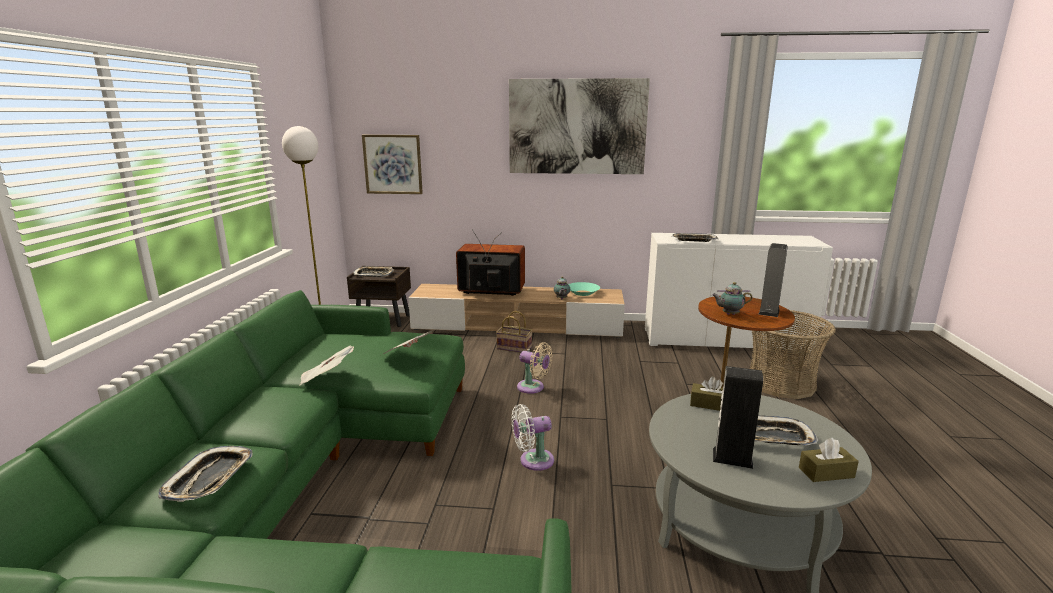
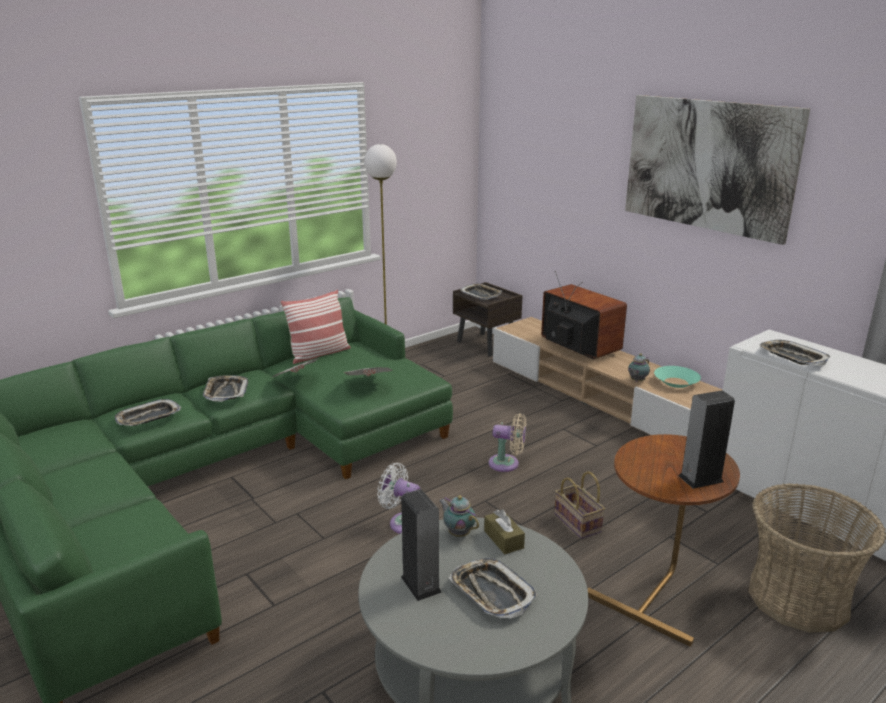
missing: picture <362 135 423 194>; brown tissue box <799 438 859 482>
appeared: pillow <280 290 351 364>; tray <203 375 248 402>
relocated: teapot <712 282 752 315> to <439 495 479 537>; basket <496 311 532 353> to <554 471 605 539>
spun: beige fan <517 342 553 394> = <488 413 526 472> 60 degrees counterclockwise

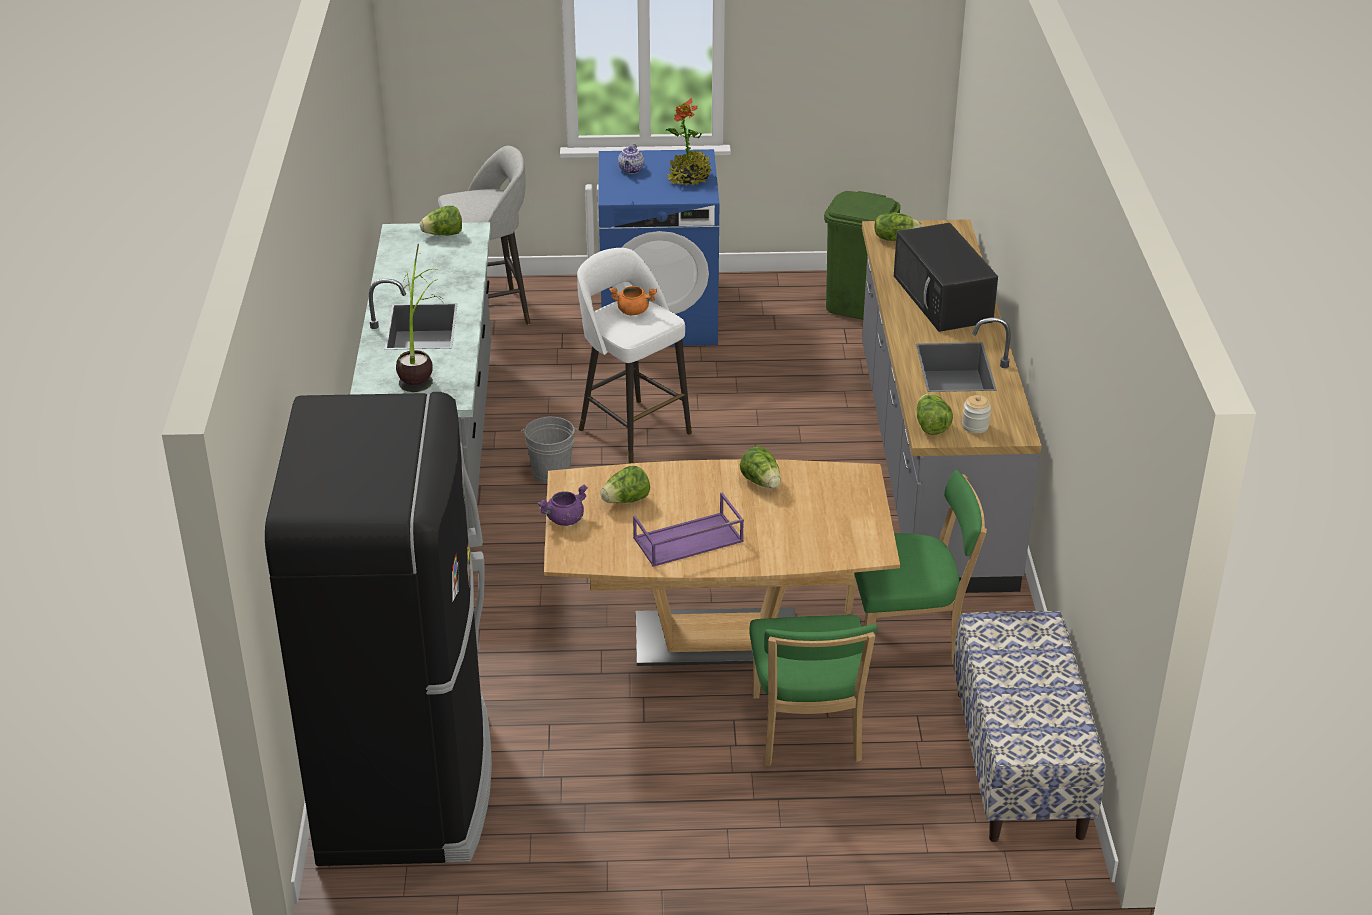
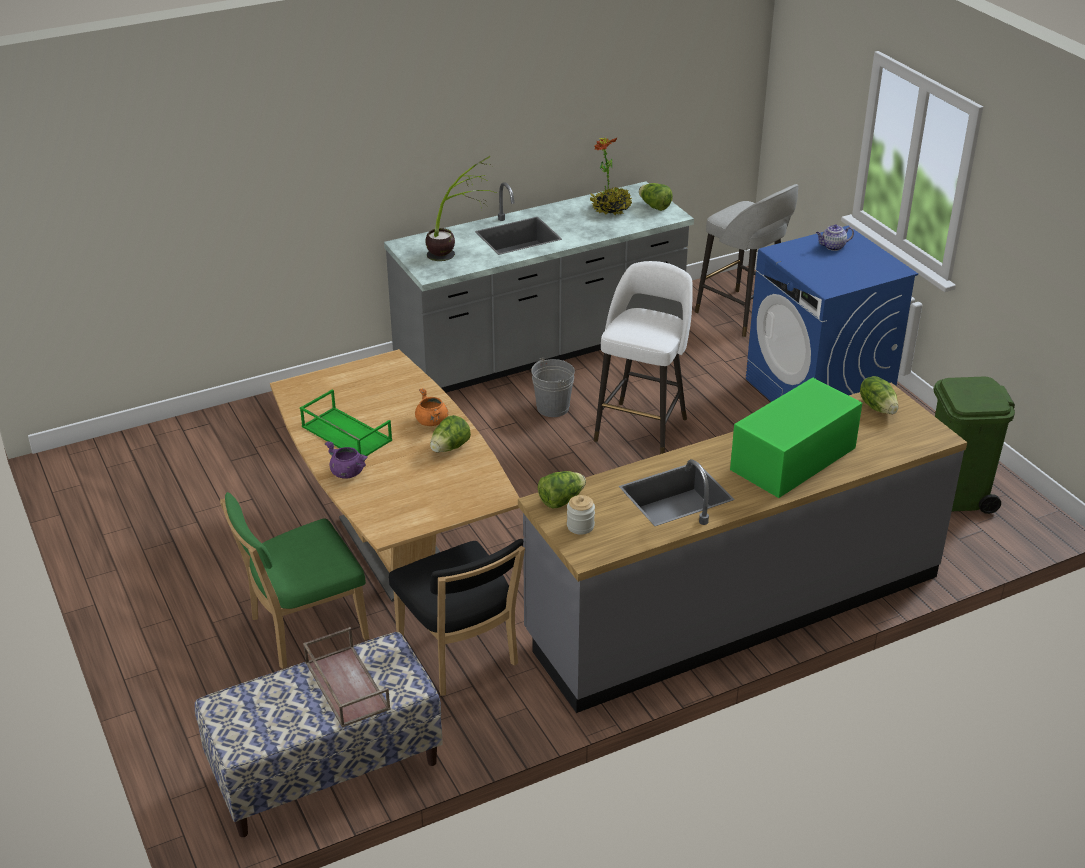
missing: black fridge <265 392 492 866>; lettuce <600 466 650 503>
appeared: brown tray <303 627 391 728>
relocated: potted plant <665 97 712 186> to <590 137 632 216>; orange cooking pot <609 286 657 315> to <415 388 448 426>; purple cooking pot <538 484 588 526> to <325 441 368 479>
colour: black microwave <894 223 998 332> to green microwave <730 378 862 498>; green chair <845 469 987 664> to black chair <389 539 525 696>; purple tray <633 492 744 567> to green tray <300 389 392 456>

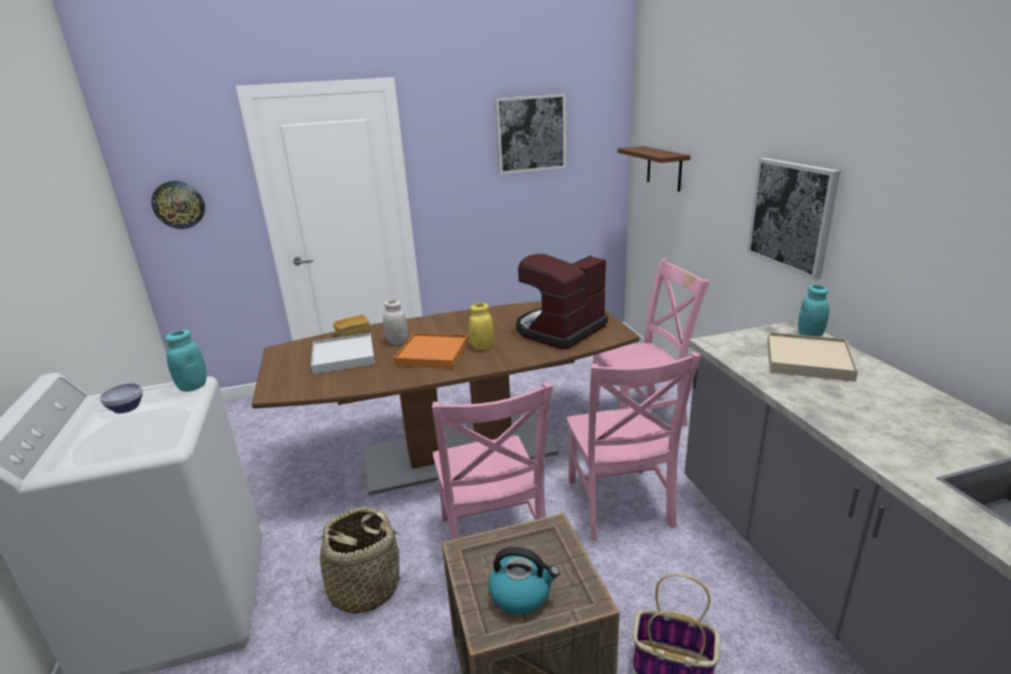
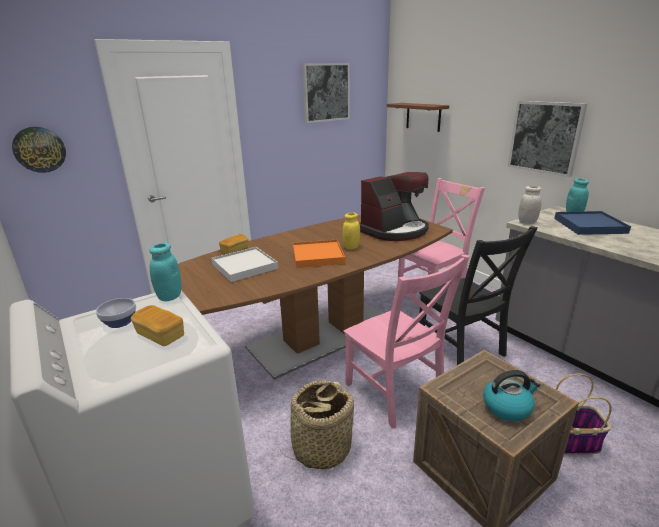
appeared: bread <131 305 184 346>
relocated: white jar <383 300 408 345> to <518 186 542 224>
colour: beige tray <767 332 858 382> to blue tray <554 211 631 235>; pink chair <566 352 701 540> to black chair <419 226 538 365>
spun: coffee machine <516 254 608 349> = <359 172 429 241> 150 degrees counterclockwise

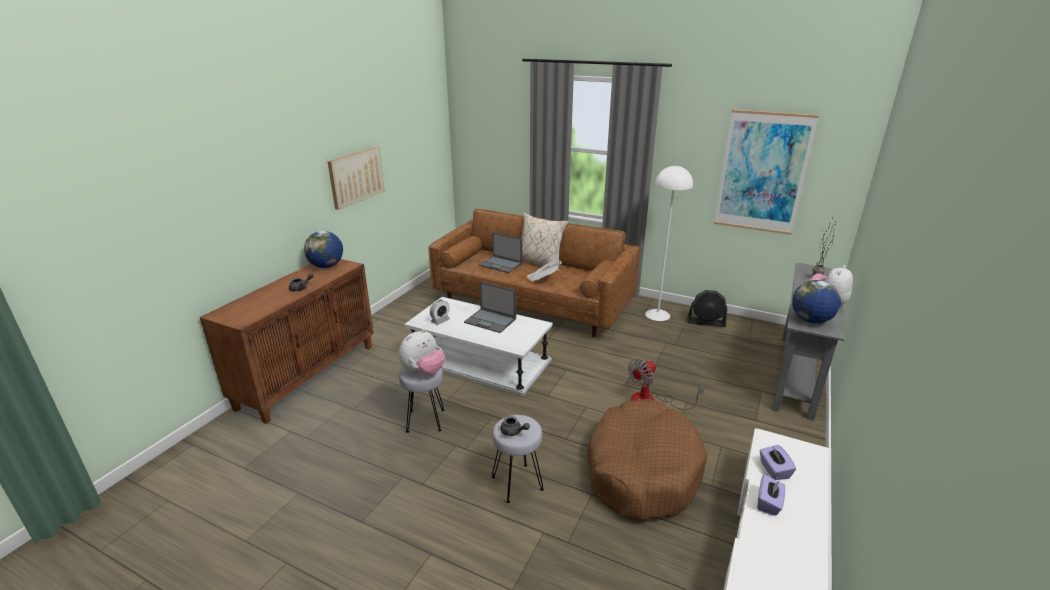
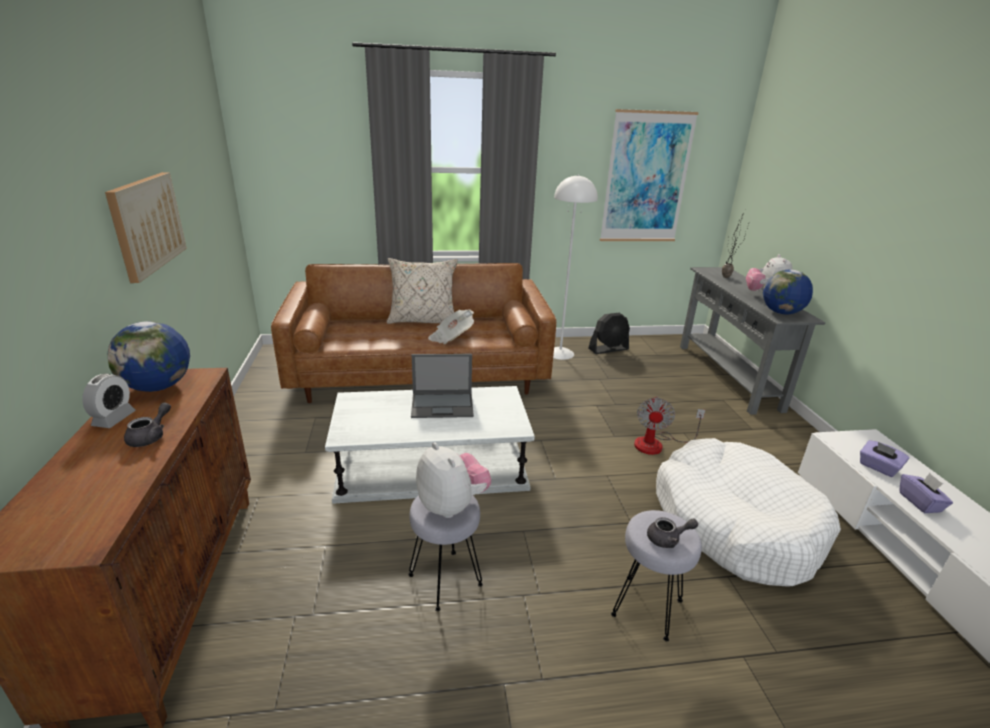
missing: laptop <479 232 522 273>
relocated: alarm clock <430 299 450 325> to <82 374 136 428>
colour: brown dog bed <587 399 707 521> to white dog bed <656 438 841 587>
spun: plush toy <399 329 445 375> = <416 442 491 518> 45 degrees counterclockwise

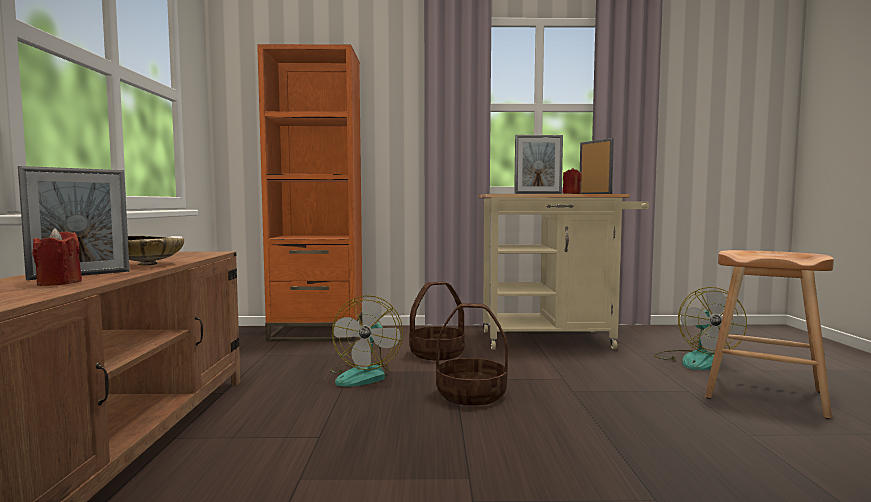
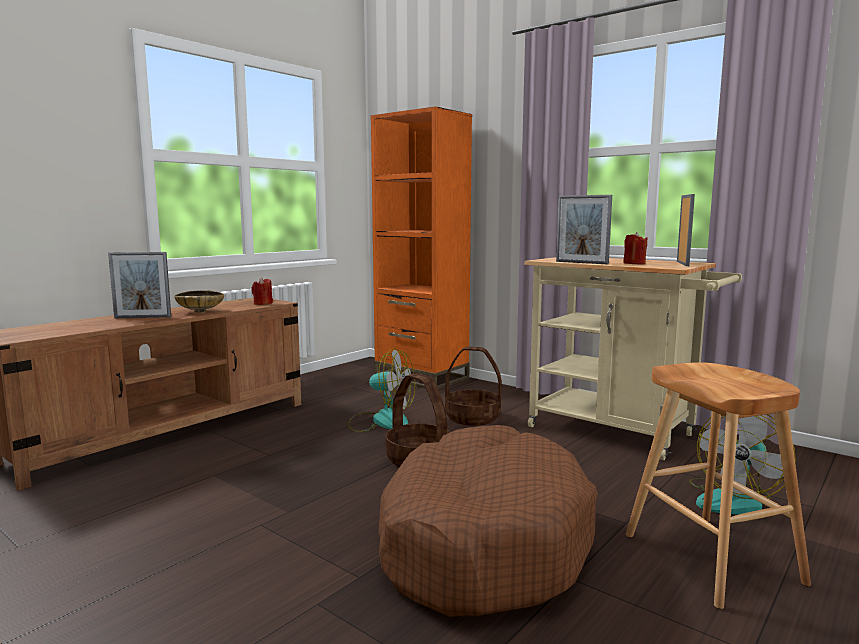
appeared: brown dog bed <378 425 598 617>
relocated: red candle <32 228 82 286> to <252 277 273 305>
spun: fan <330 295 403 387> = <348 348 415 432> 120 degrees counterclockwise

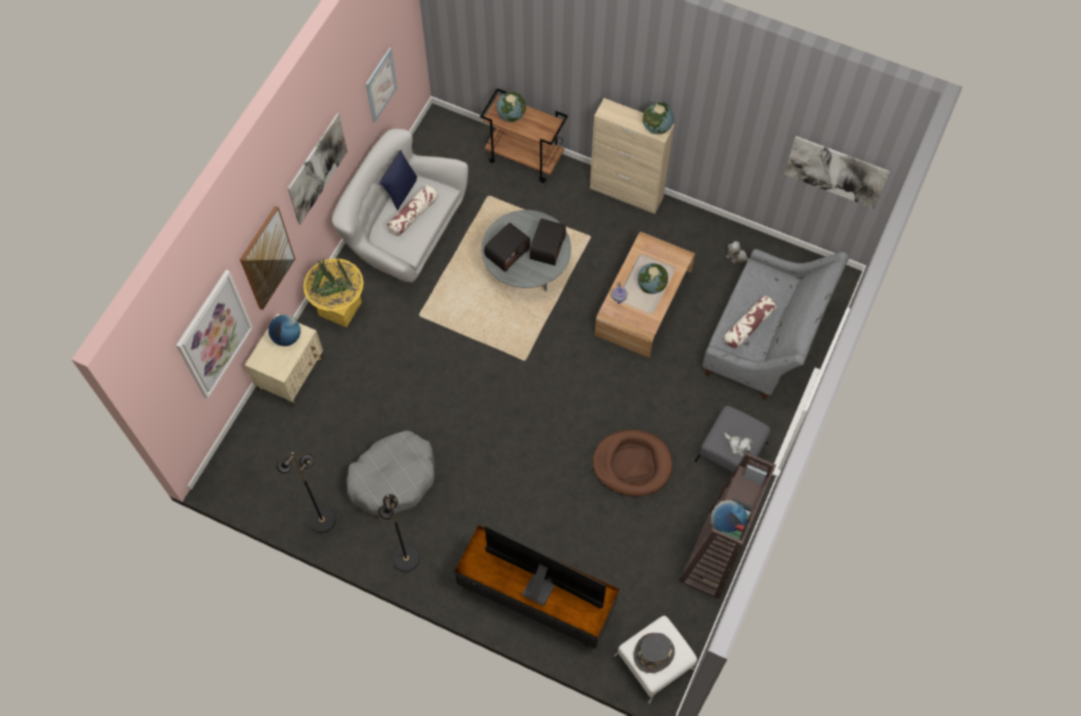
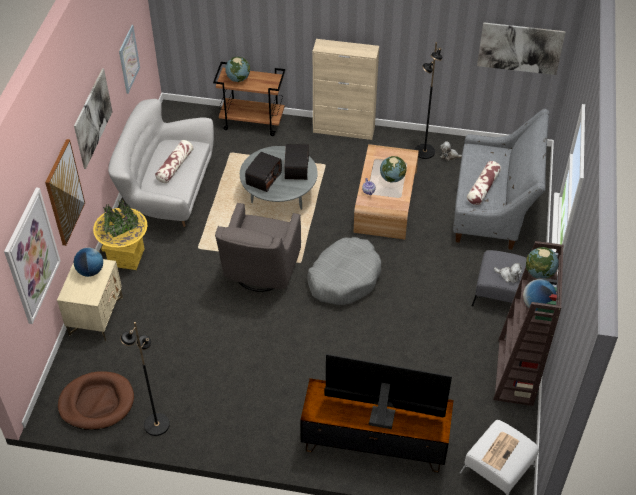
missing: blue pillow <380 150 417 210>
appeared: grey armchair <215 202 301 292>
relocated: globe <643 103 674 134> to <526 247 559 279>; grey dog bed <346 430 435 516> to <307 237 381 305>; brown dog bed <593 430 673 496> to <58 371 134 430>; black floor lamp <377 494 420 572> to <415 42 442 159>
exchanged: grey hat <634 633 675 673> to newspaper <482 432 519 470>

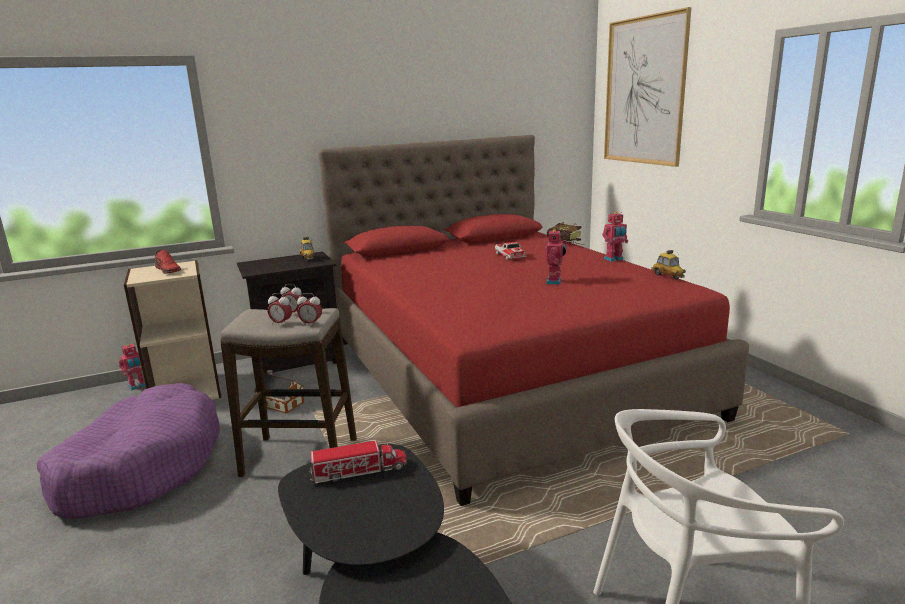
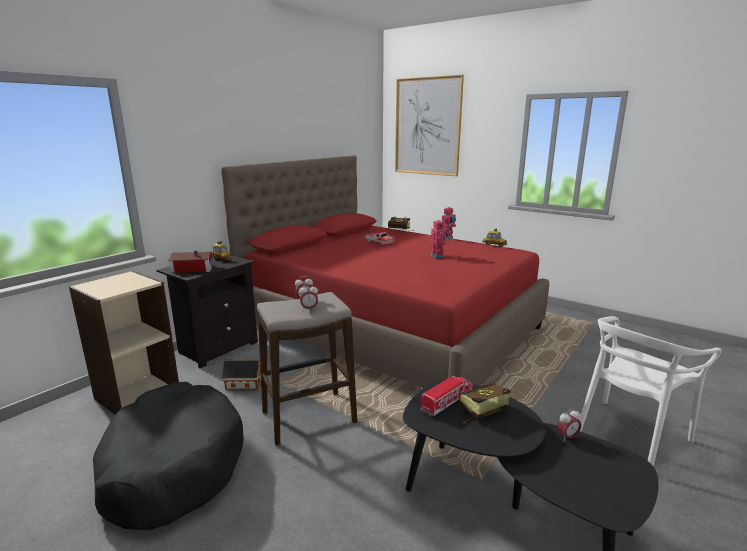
missing: red shoe <155 250 182 274>; toy robot <118 343 146 390>
appeared: toy house <168 251 215 273>; book <459 383 510 423>
relocated: alarm clock <297 293 322 326> to <557 409 581 442>
colour: purple dog bed <36 383 220 519> to black dog bed <93 382 244 530>

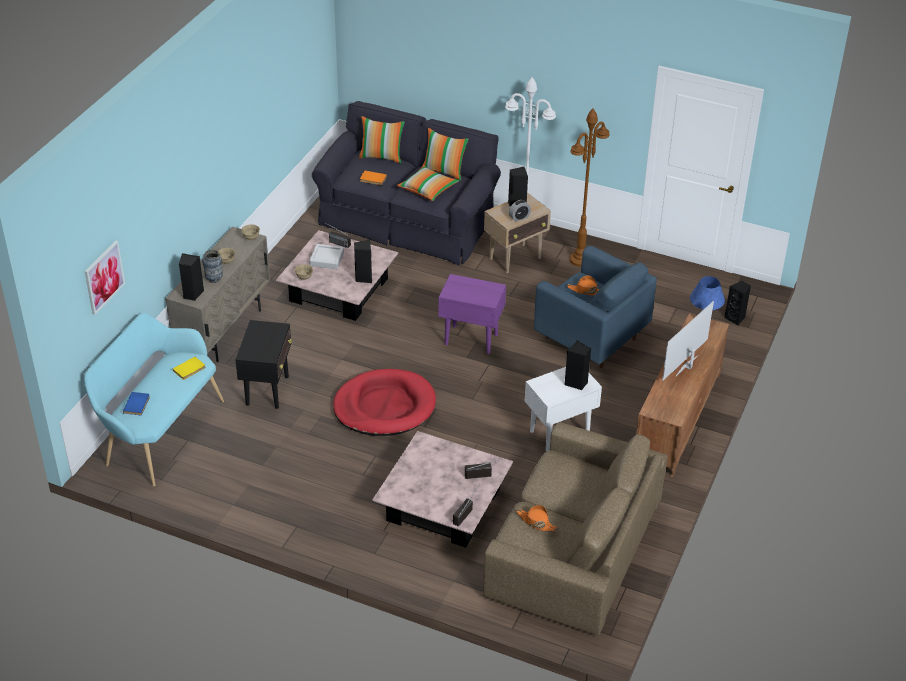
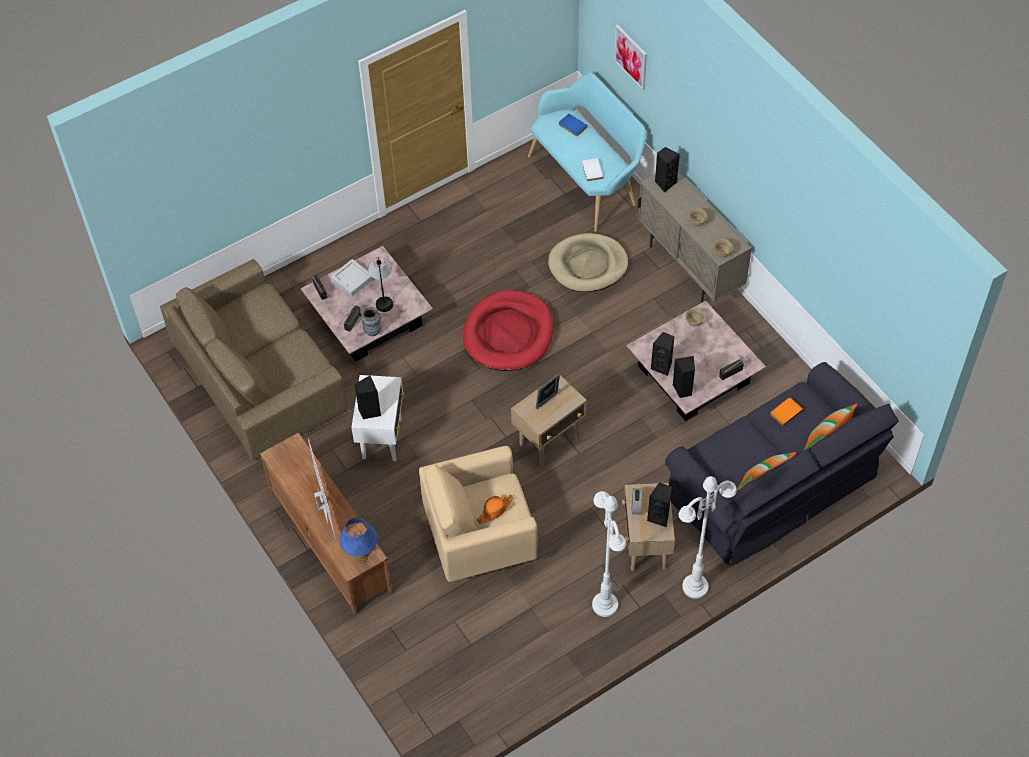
missing: pillow <397 165 459 201>; orange hat <516 505 558 531>
appeared: table lamp <368 257 393 312>; picture frame <536 373 560 409>
relocated: grey tray <309 244 344 269> to <331 259 373 297>; vase <202 250 223 283> to <361 307 381 336>; black speaker <724 281 751 325> to <672 356 695 398>
exchanged: black side table <235 320 292 409> to beige dog bed <548 233 628 292>
colour: brown floor lamp <570 109 610 267> to white floor lamp <592 491 626 617>; blue armchair <534 246 657 368> to beige armchair <419 446 537 582>; purple side table <438 274 506 354> to beige side table <511 375 587 466>; yellow book <172 357 206 380> to white book <582 158 603 181>

